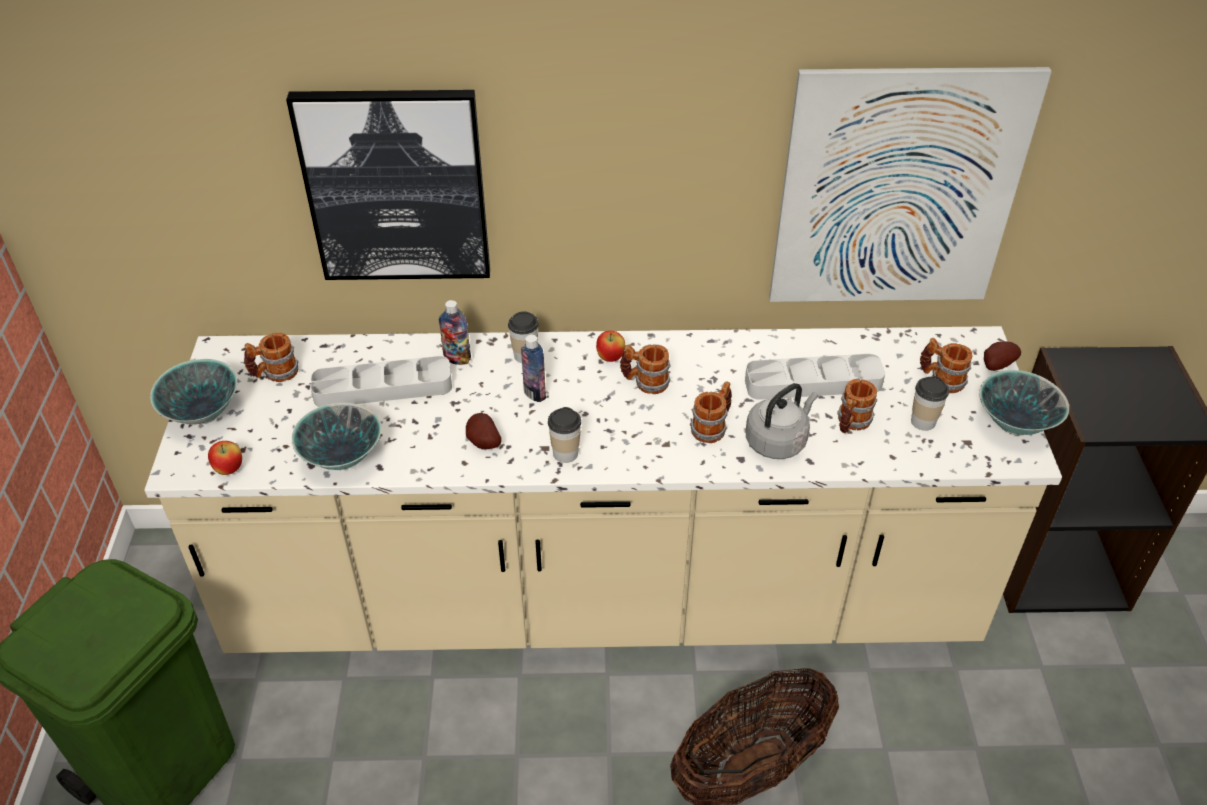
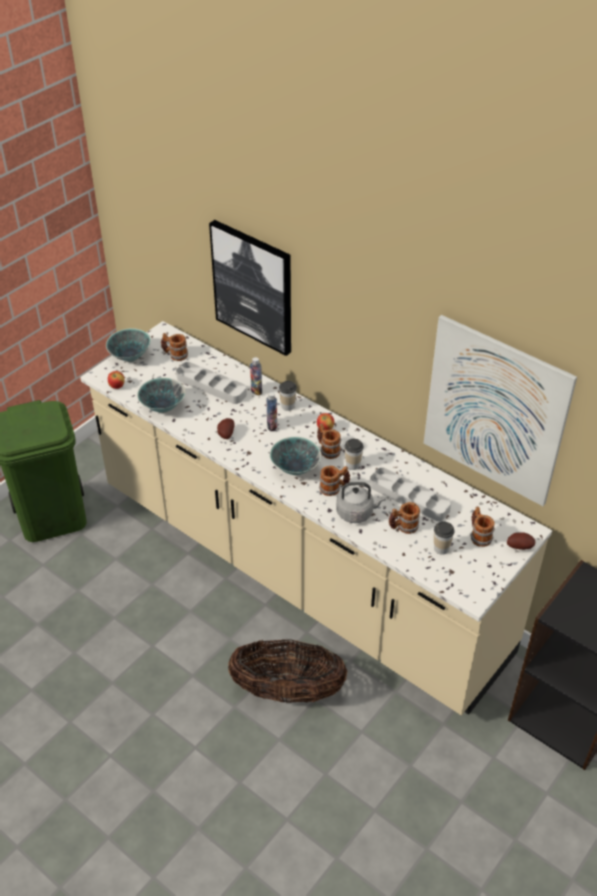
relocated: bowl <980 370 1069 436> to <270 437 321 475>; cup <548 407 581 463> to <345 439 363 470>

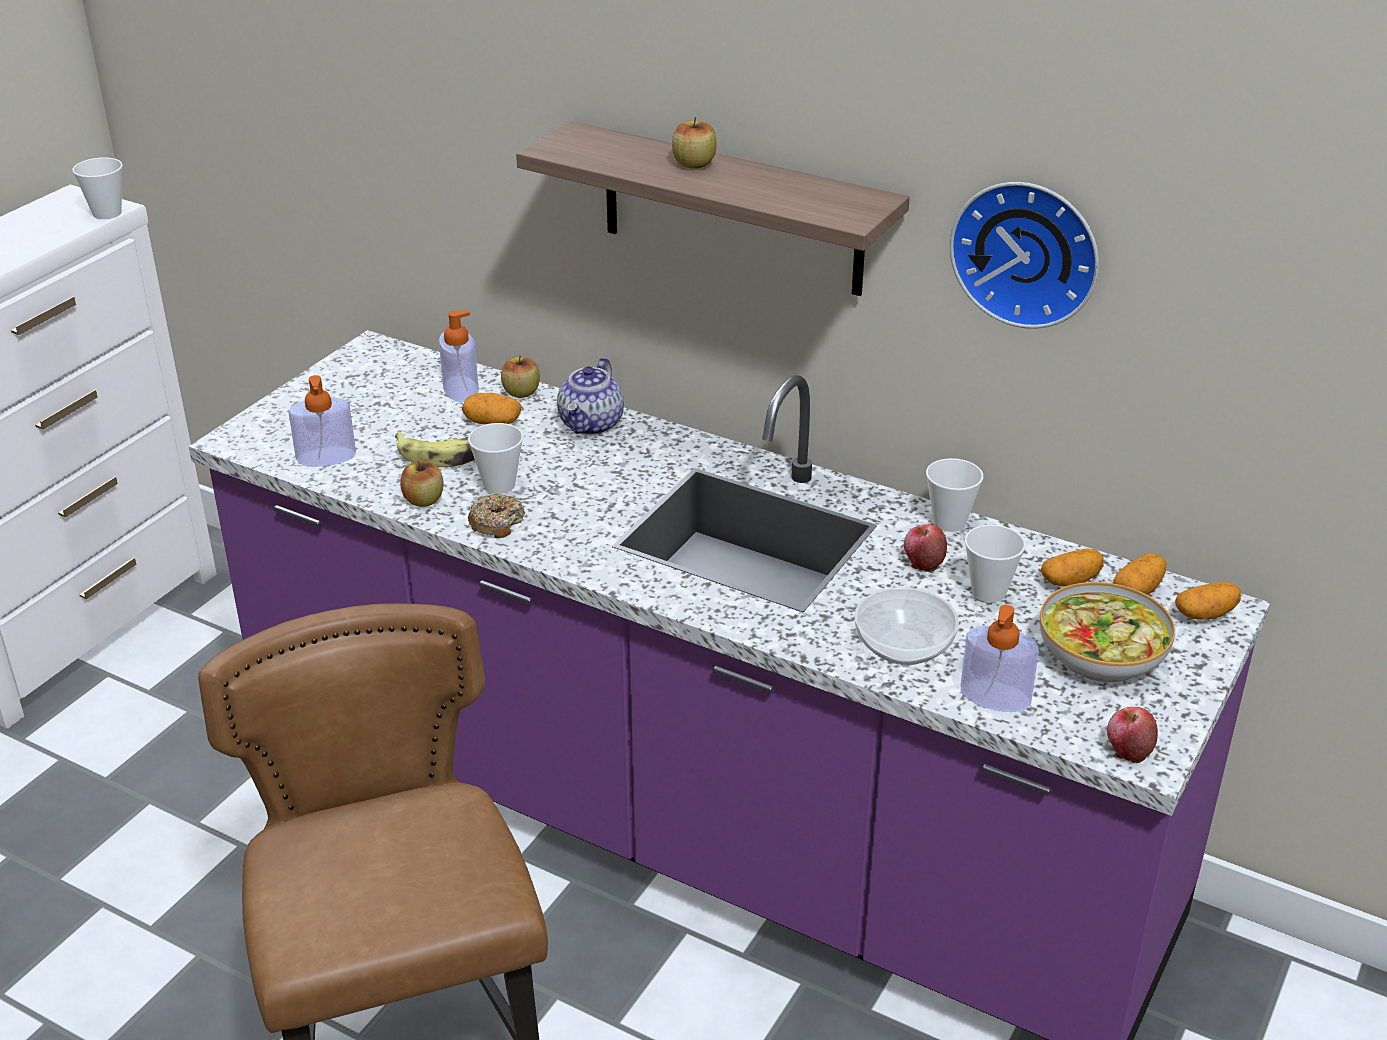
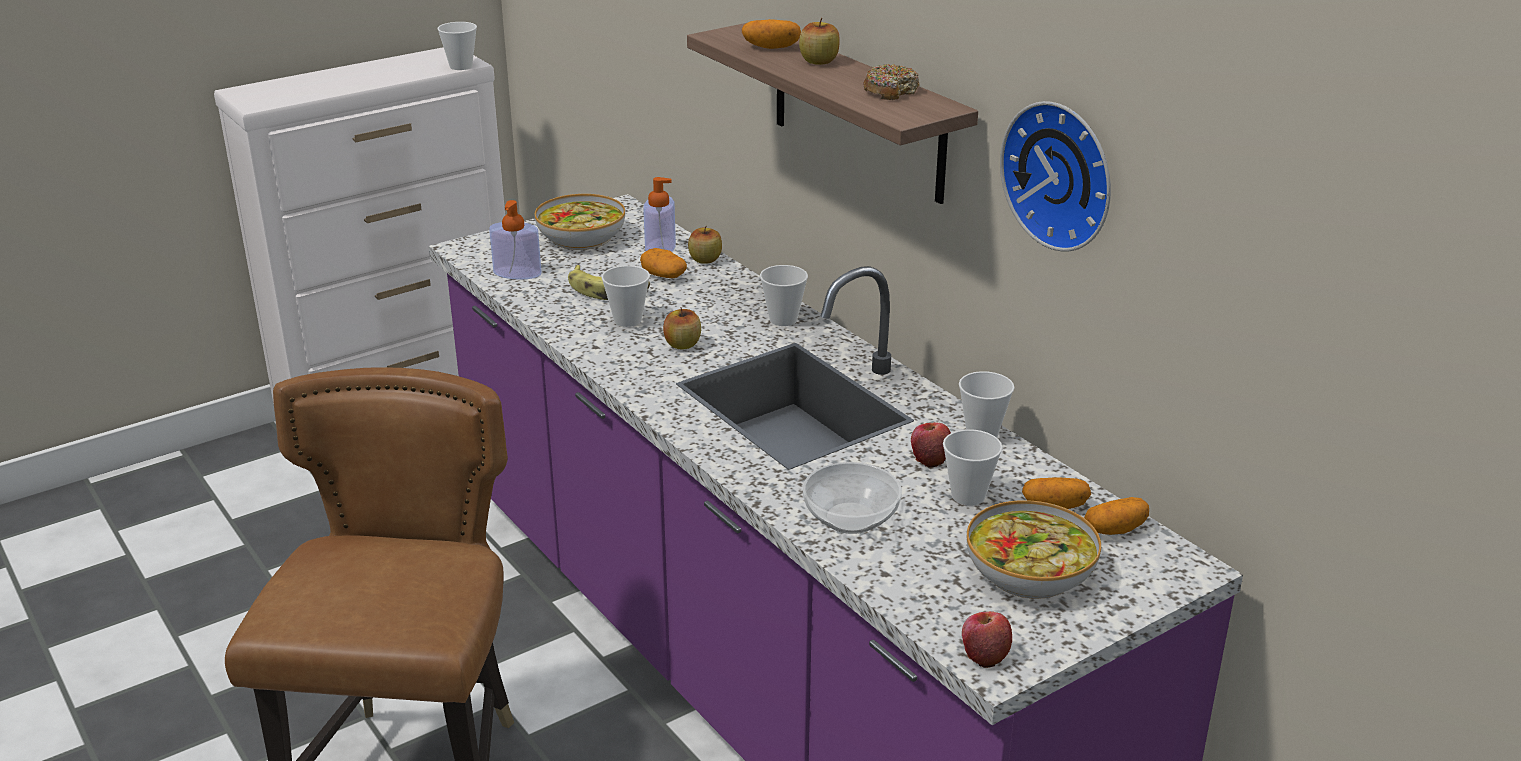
missing: teapot <557 358 624 435>; soap dispenser <961 605 1039 712>
appeared: bowl <535 194 625 250>; cup <760 265 808 326>
relocated: apple <400 461 444 507> to <663 307 701 350>; donut <468 494 525 538> to <863 64 920 100>; potato <1175 582 1241 620> to <742 19 801 49>

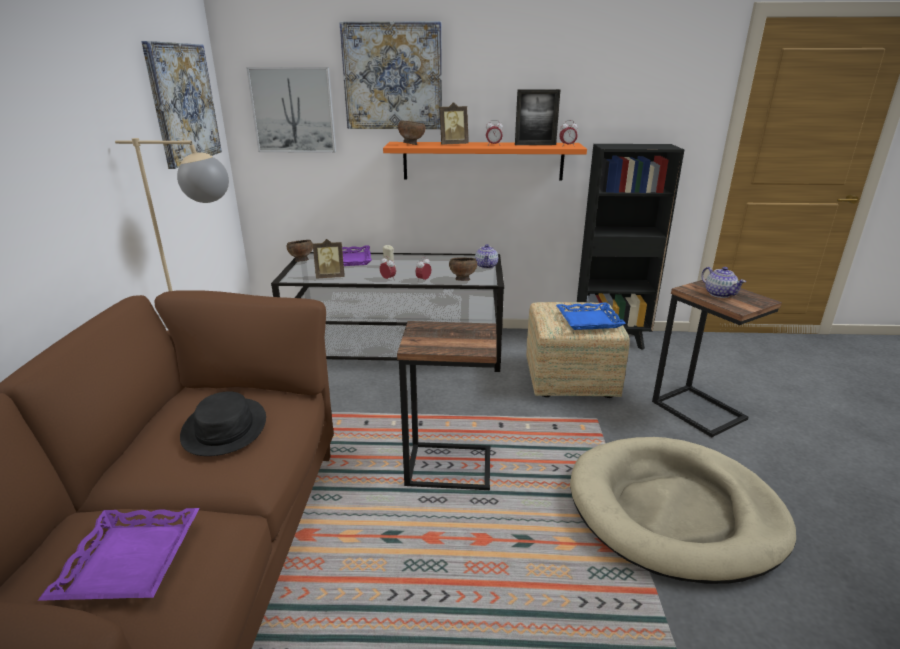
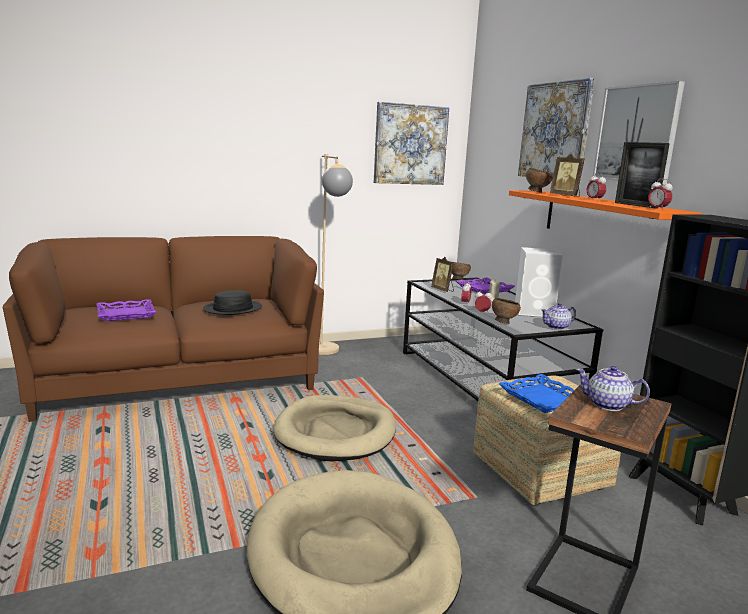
appeared: white speaker <515 247 563 317>
relocated: picture <246 67 336 153> to <593 81 685 184>
exchanged: side table <397 321 497 490> to beige dog bed <273 395 396 461>
spun: teapot <701 267 746 298> = <576 366 650 411> 75 degrees clockwise

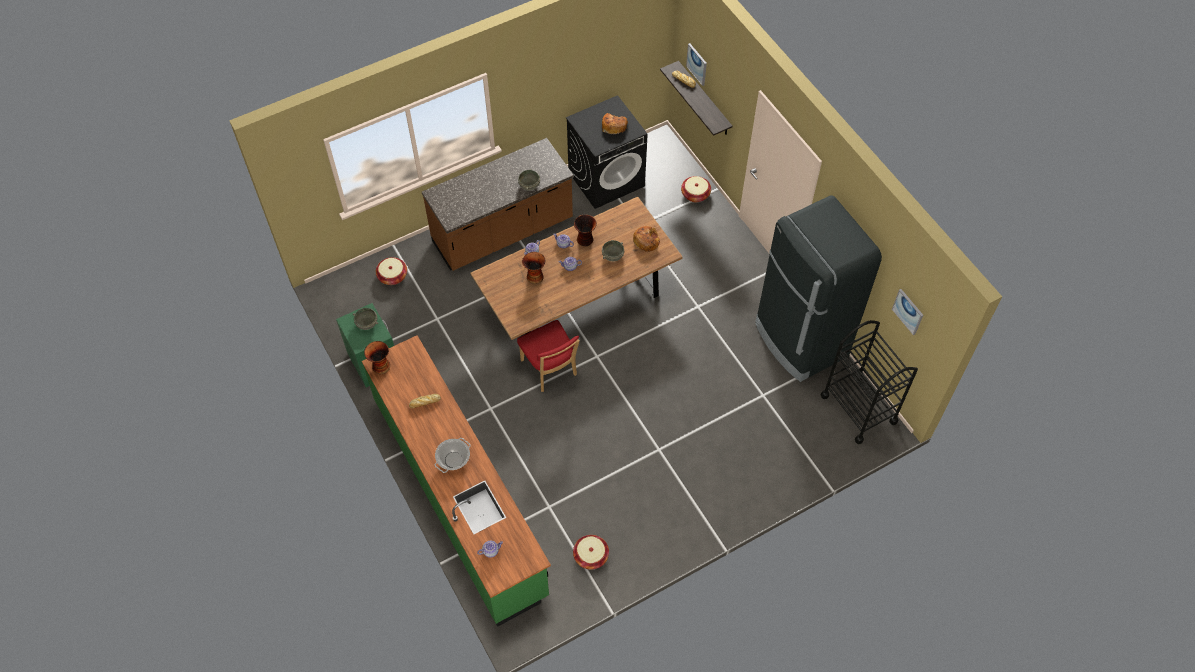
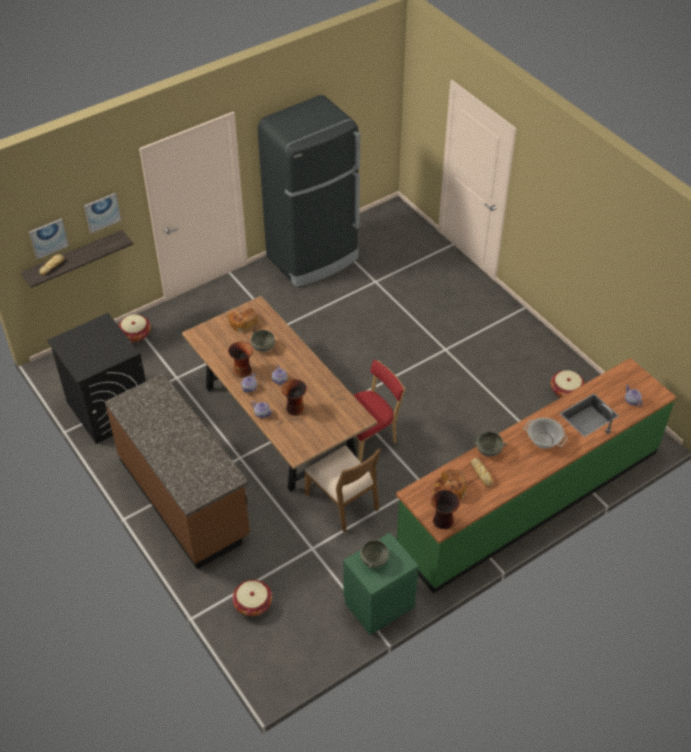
missing: black cart <821 320 918 444>
appeared: brown chair <305 445 381 532>
relocated: bread <602 113 628 134> to <433 469 466 500>; grey bowl <518 169 540 191> to <474 432 507 457>; picture <892 289 923 335> to <84 193 121 233>

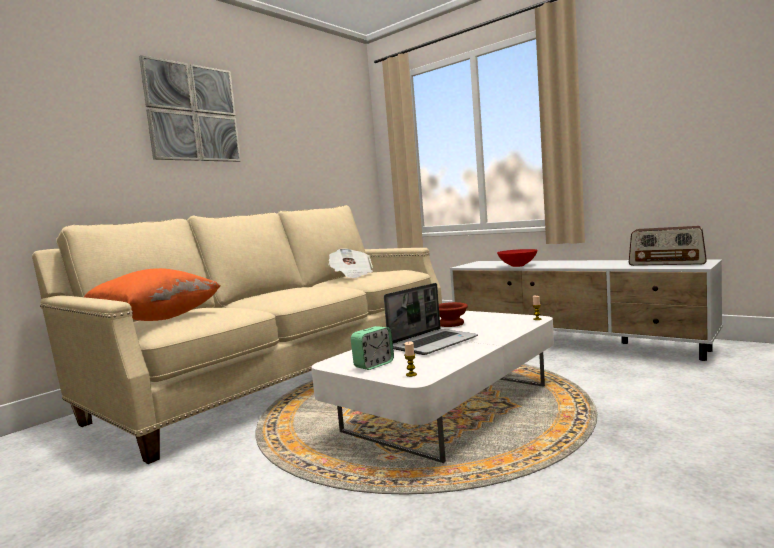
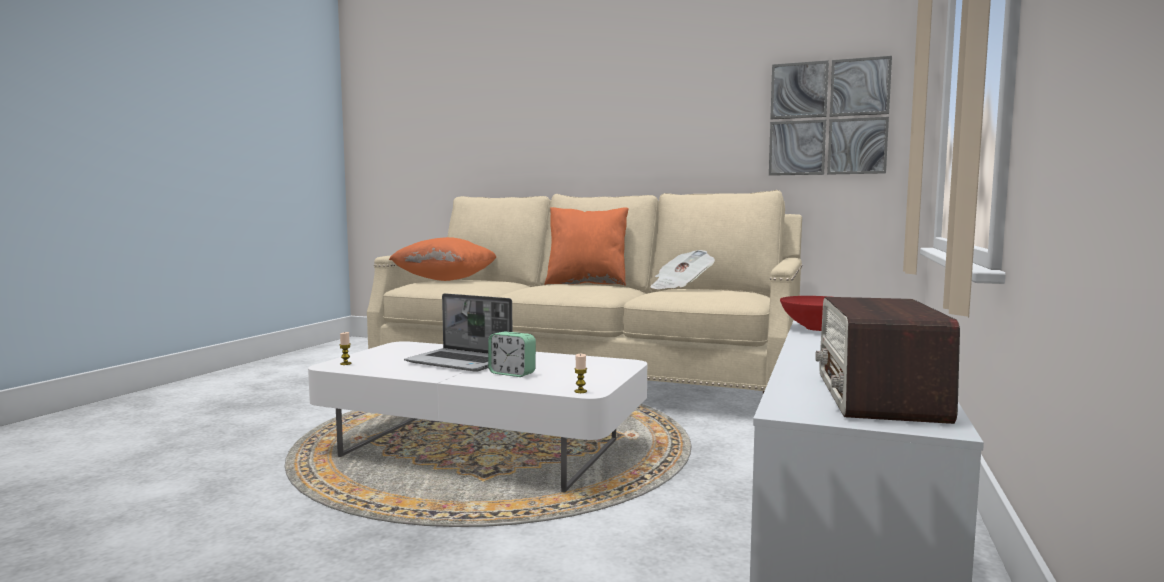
missing: brown bowl <439 302 468 327>
appeared: orange pillow <544 207 629 286>
relocated: picture <139 55 241 162> to <769 56 892 176>; alarm clock <351 326 394 370> to <488 332 536 377>

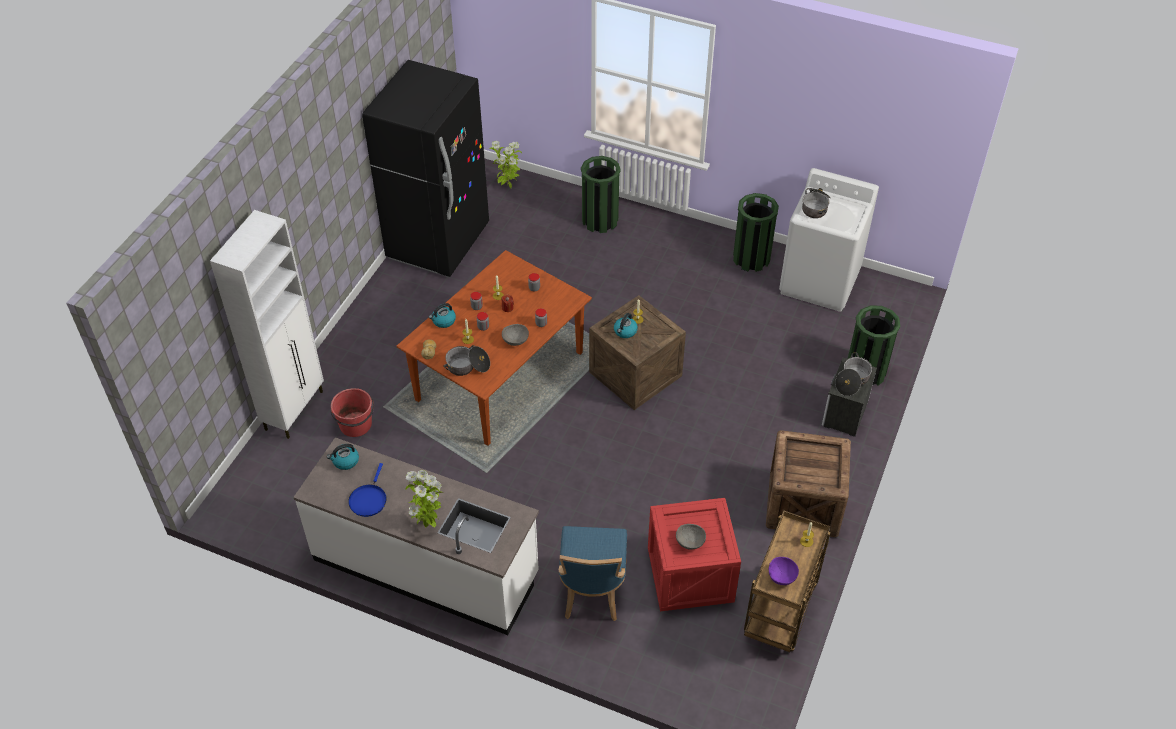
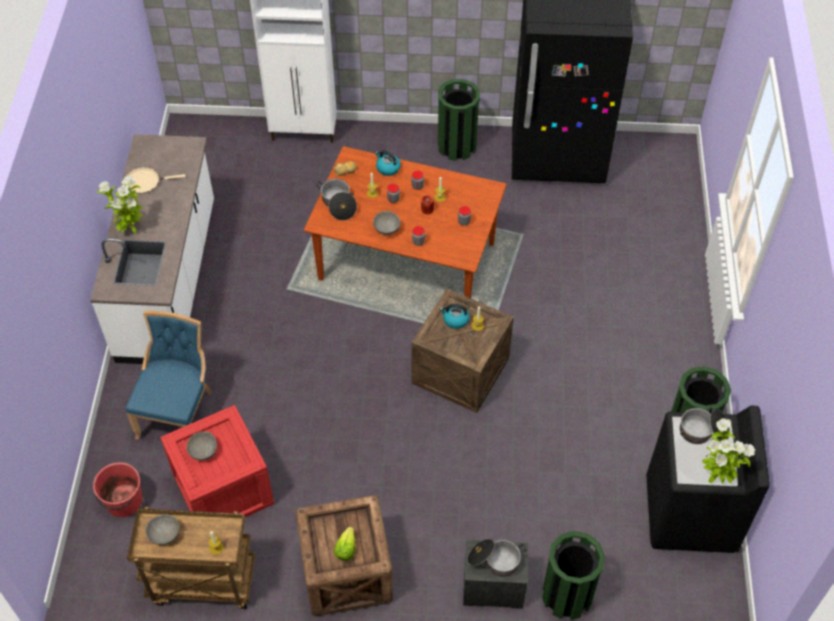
missing: kettle <327 444 359 470>
appeared: lettuce <334 527 356 561>
relocated: potted plant <489 141 522 189> to <702 418 755 484>; green trash can <581 156 621 233> to <438 79 480 161>; red bucket <330 388 374 437> to <93 462 142 517>
colour: white washing machine <779 168 879 312> to black washing machine <646 406 770 553>; blue frying pan <348 463 387 517> to beige frying pan <127 167 185 194>; purple bowl <769 557 799 585> to grey bowl <145 514 180 545>
spun: blue chair <559 526 627 621> = <126 311 213 440> 120 degrees clockwise

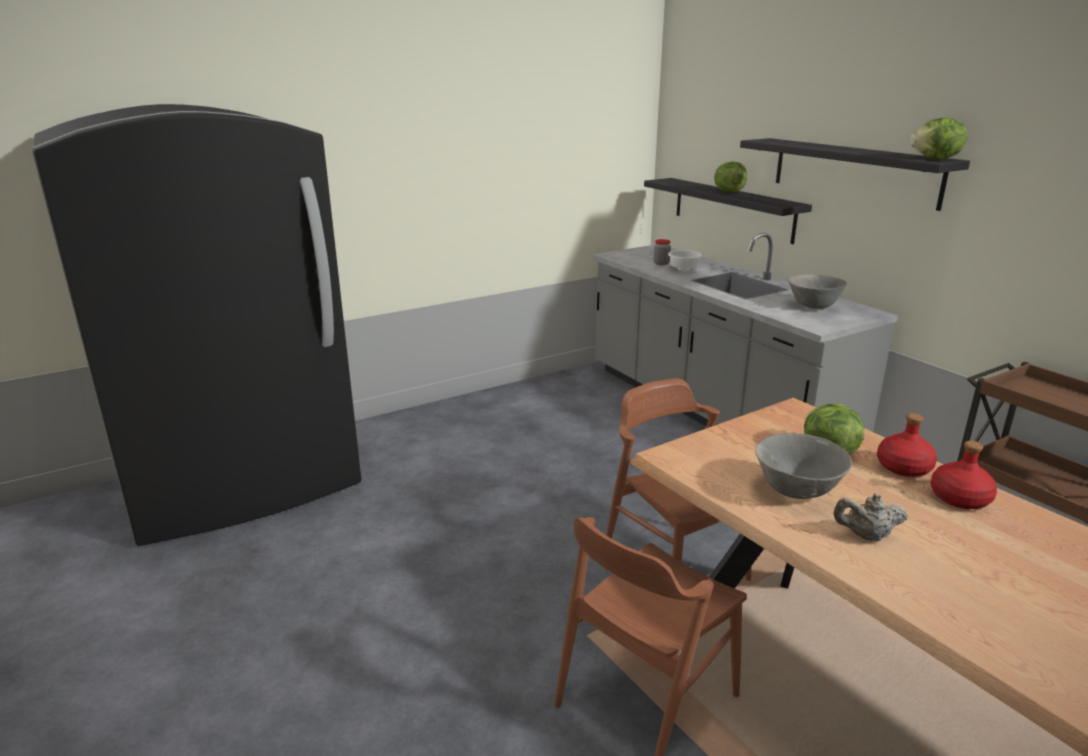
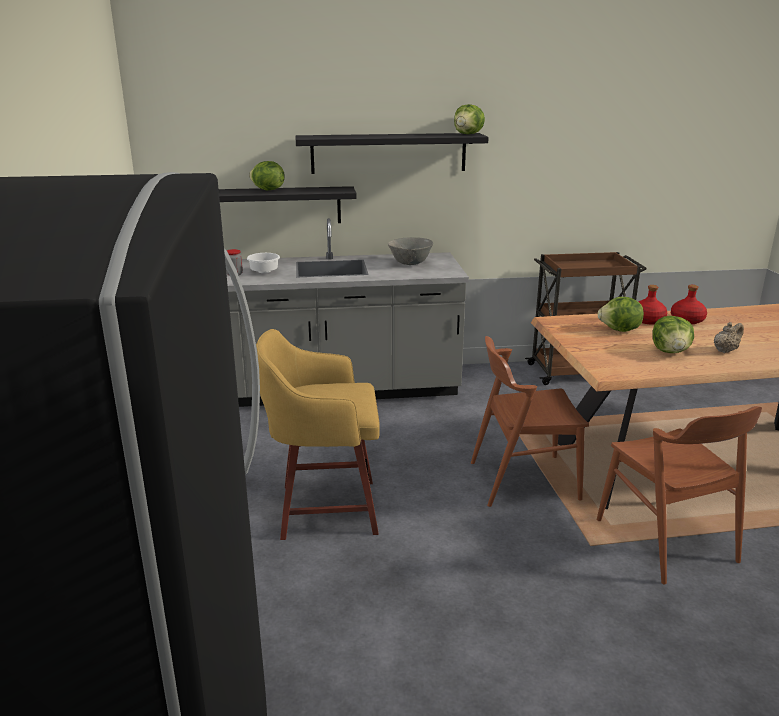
appeared: yellow stool <256 329 380 540>
exchanged: grey bowl <755 433 852 499> to lettuce <652 316 694 353>
spun: beige teapot <834 493 908 541> = <714 322 744 353> 150 degrees counterclockwise

